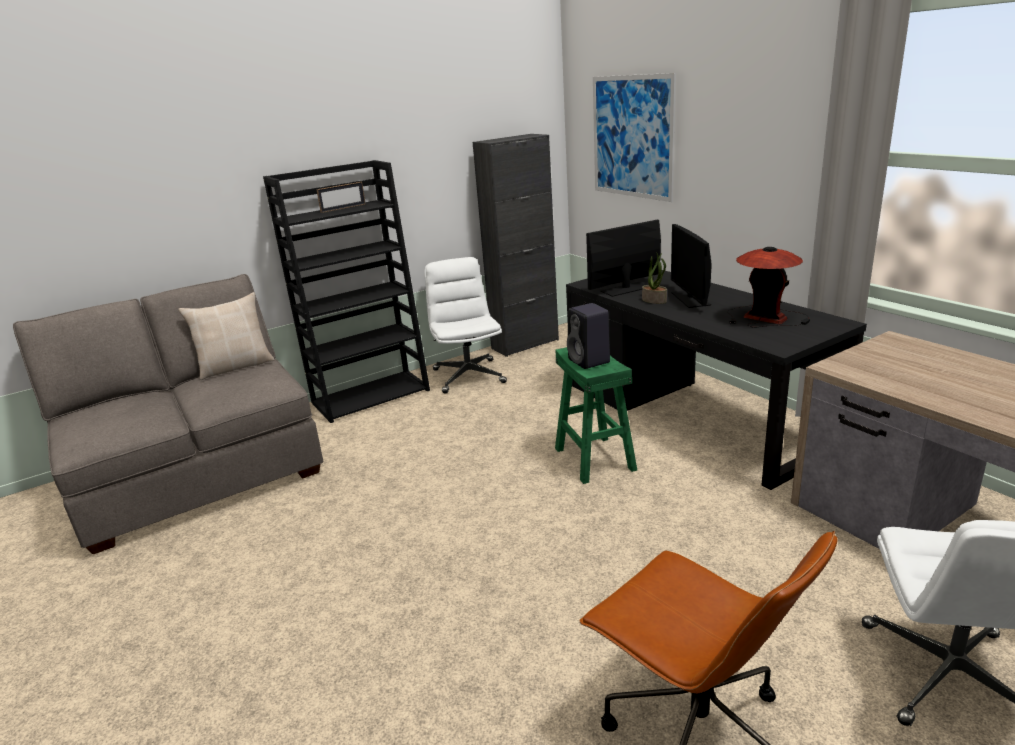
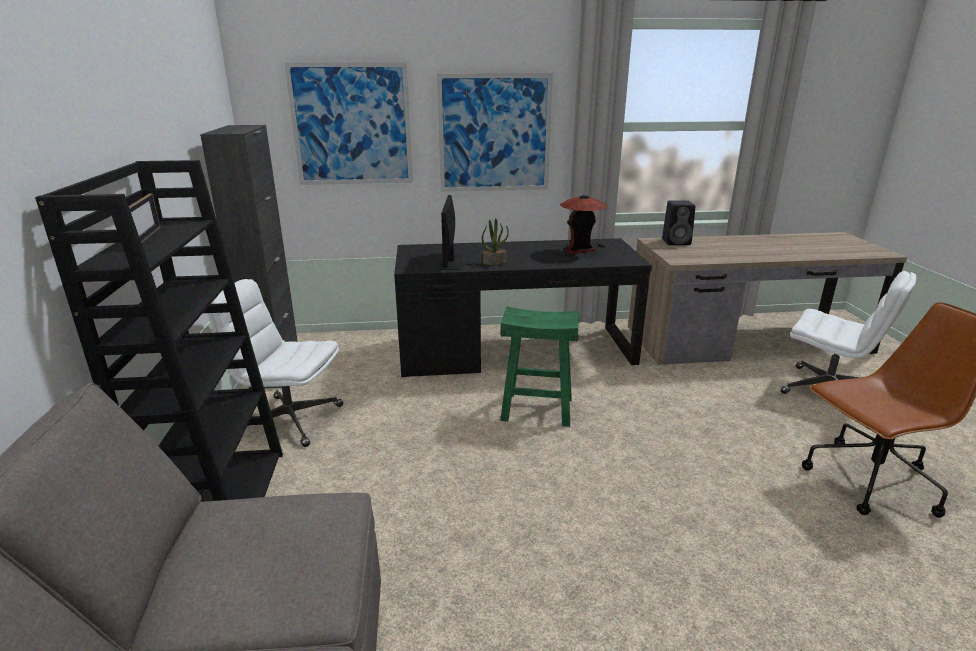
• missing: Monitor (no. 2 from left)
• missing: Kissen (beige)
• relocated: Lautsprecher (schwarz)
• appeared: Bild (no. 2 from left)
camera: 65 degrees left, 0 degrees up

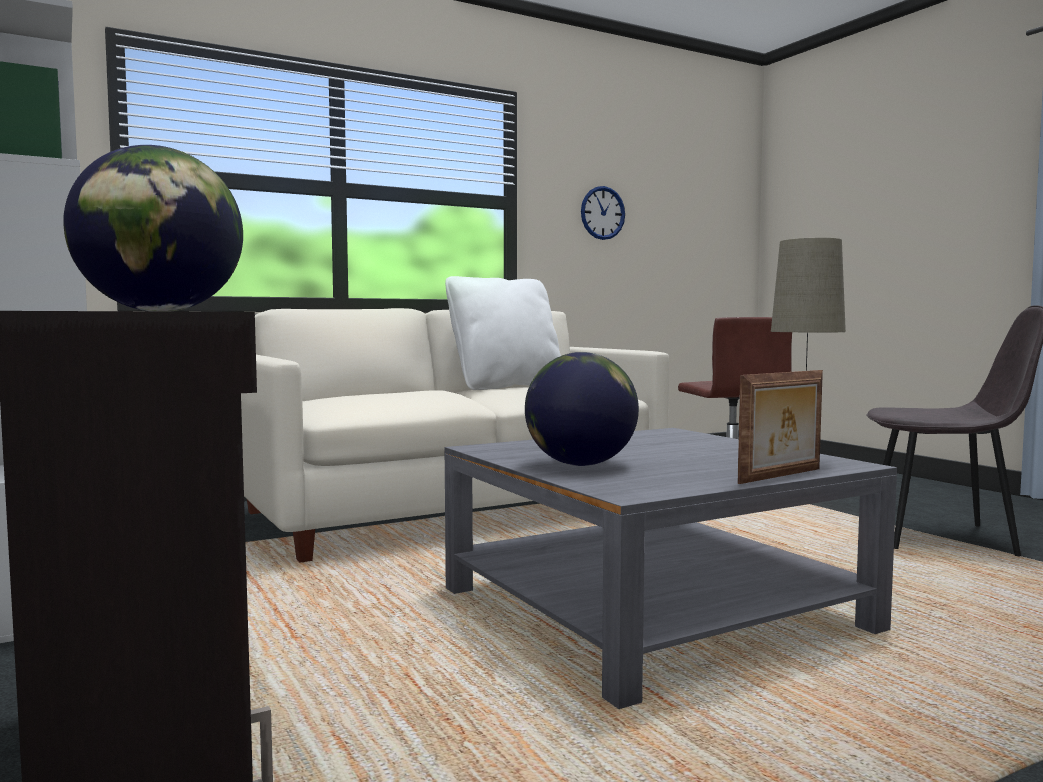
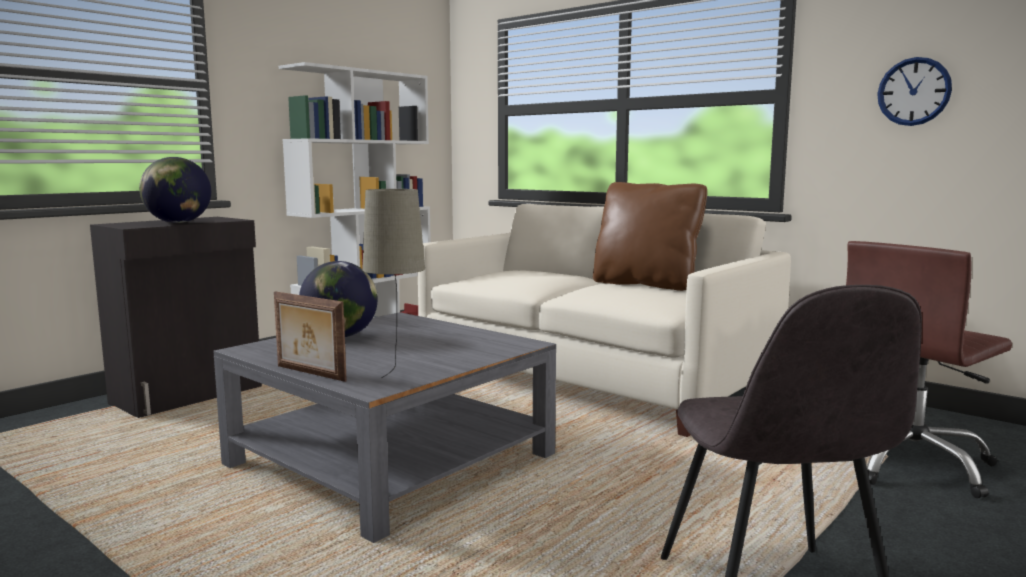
• colour: Kissen (weiß) to Kissen (braun)
camera: 70 degrees right, 5 degrees up

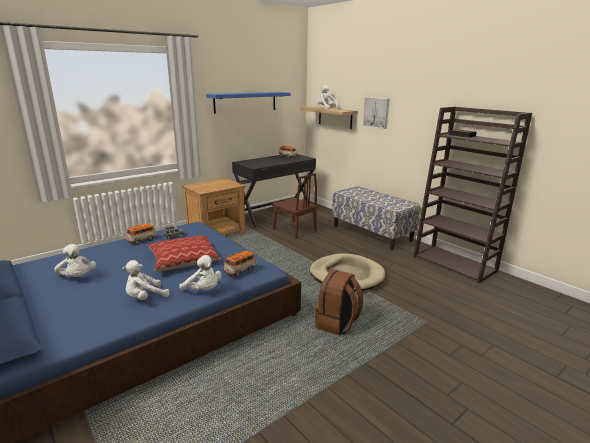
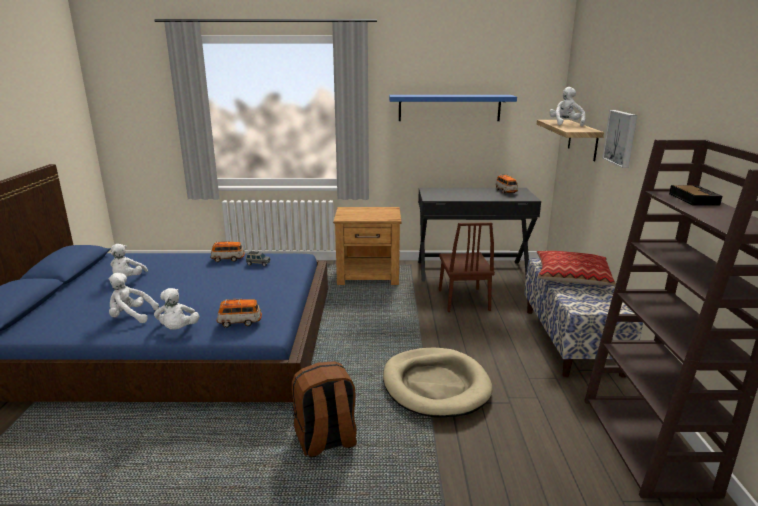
• relocated: Kissen
camera: 40 degrees right, 0 degrees up

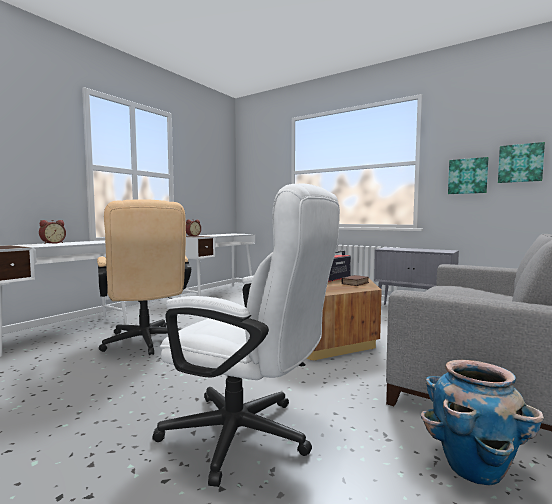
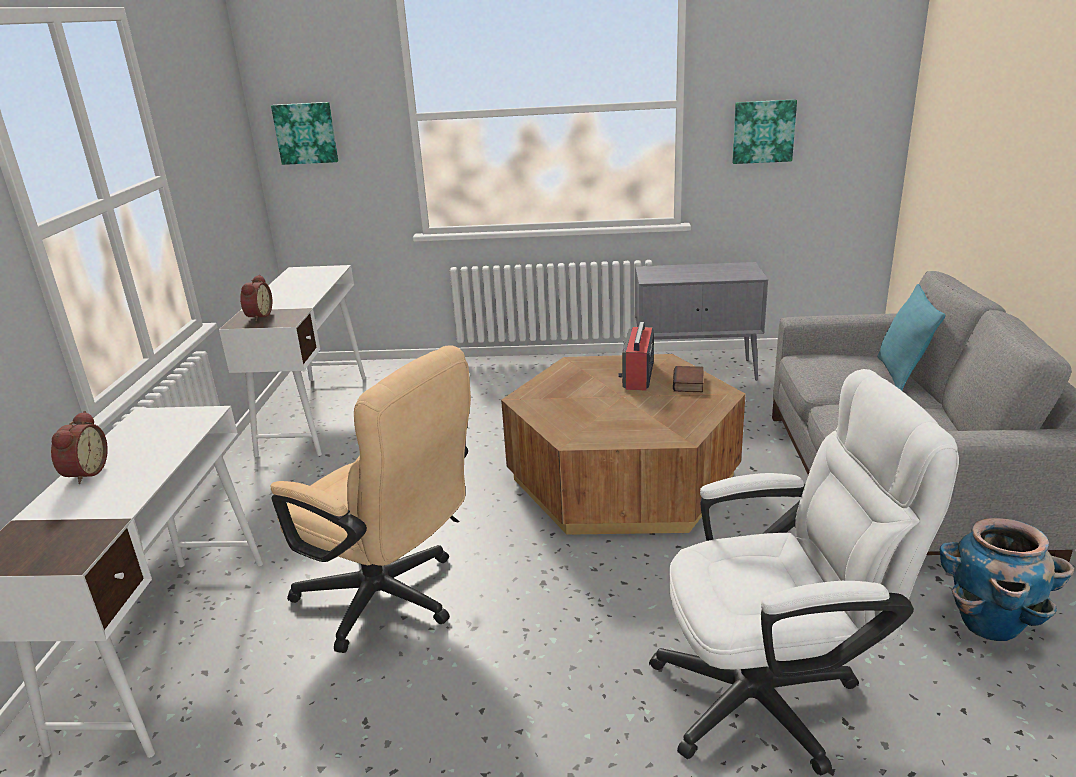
• relocated: Bild (no. 2 from left in the first image) to Bild (no. 1 from left)
• appeared: Kissen (türkis)
camera: 30 degrees left, 20 degrees up

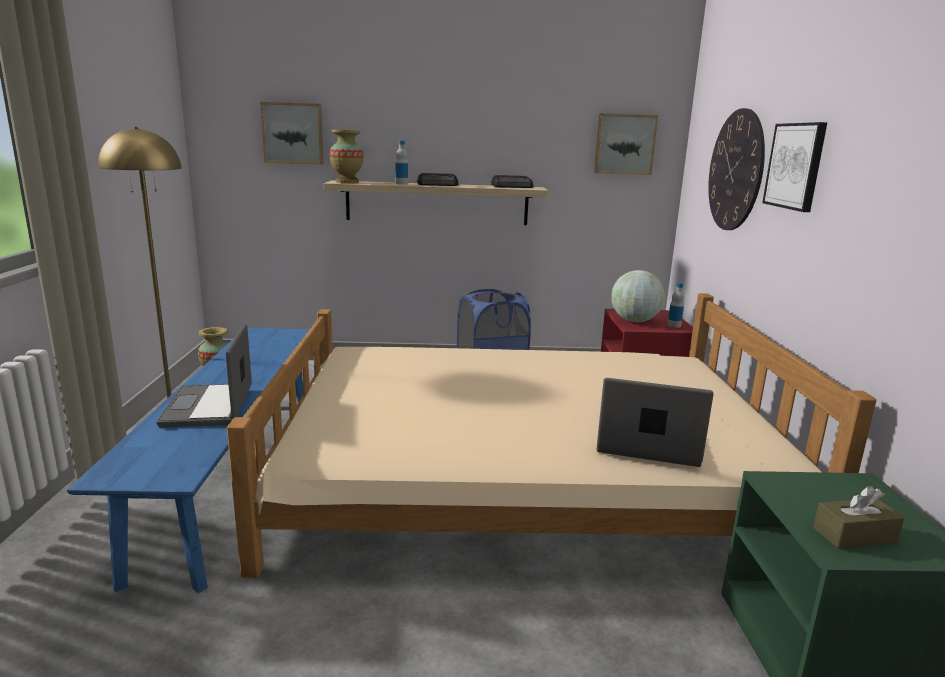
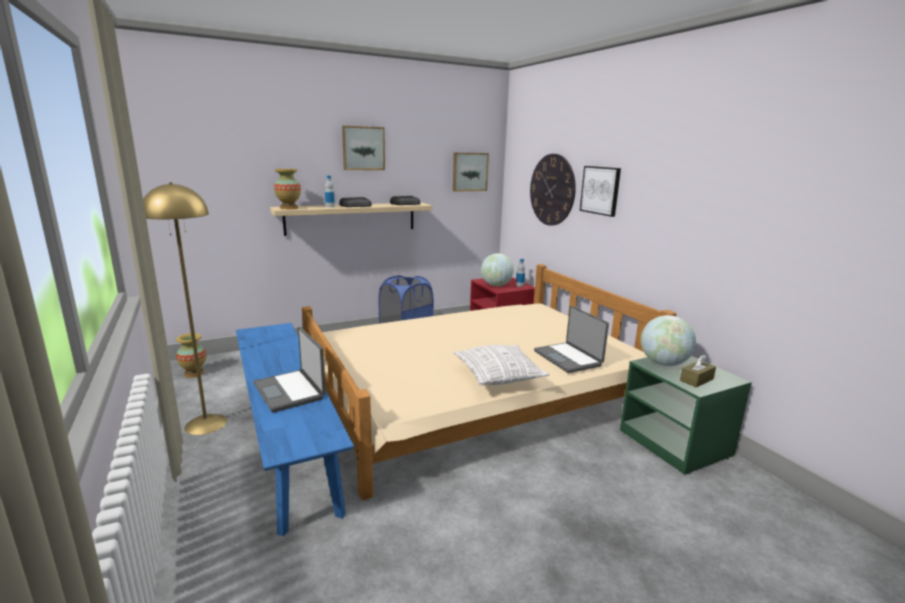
• relocated: Bild (no. 1 from left)
• spun: Laptop (no. 2 from left) 105 degrees counterclockwise
• appeared: Globus (no. 2 from left)
• appeared: Kissen
camera: 25 degrees left, 0 degrees up

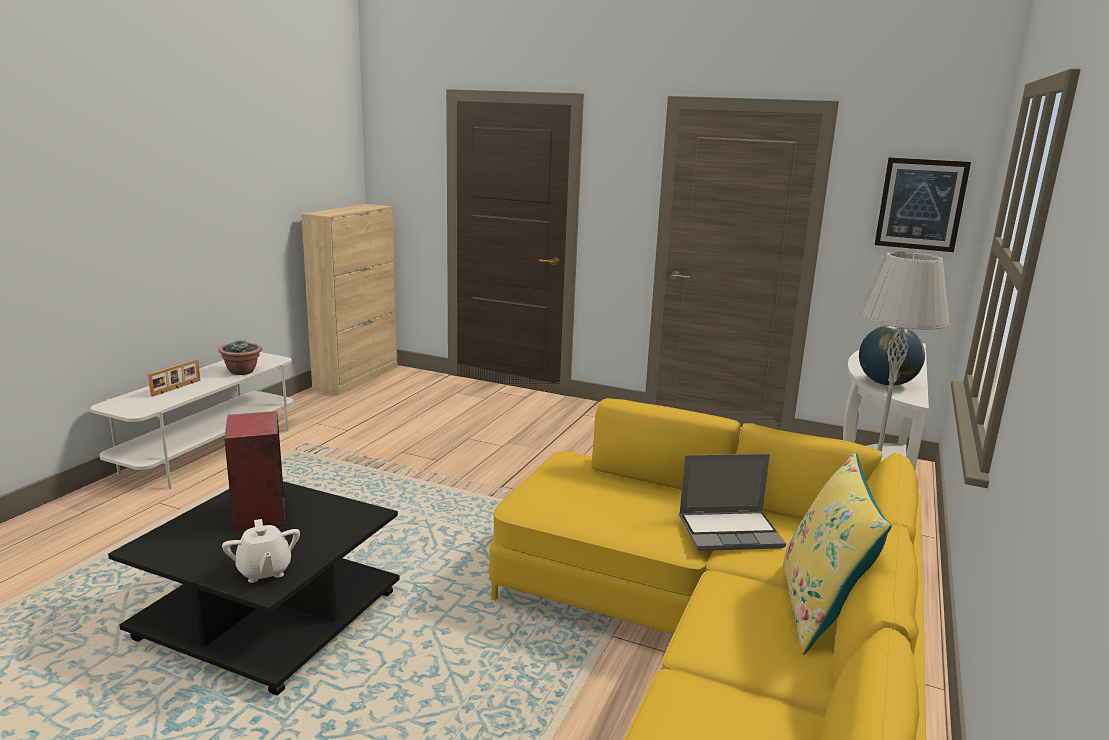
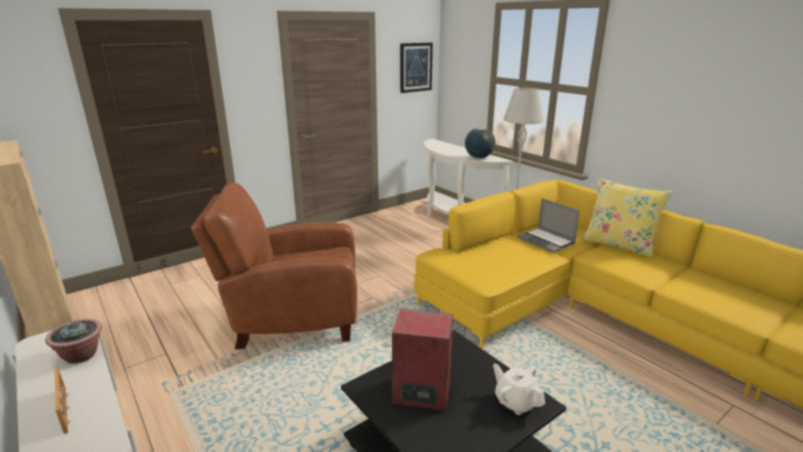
• spun: Laptop 120 degrees clockwise
• spun: Teekanne (weiß) 135 degrees counterclockwise
• appeared: Sessel (braun)
camera: 60 degrees left, 5 degrees up

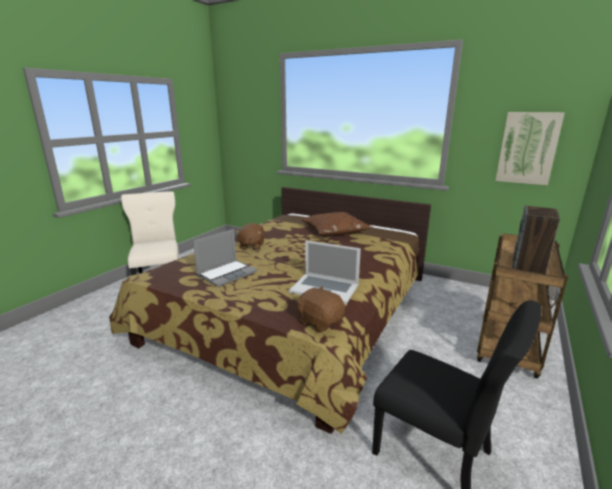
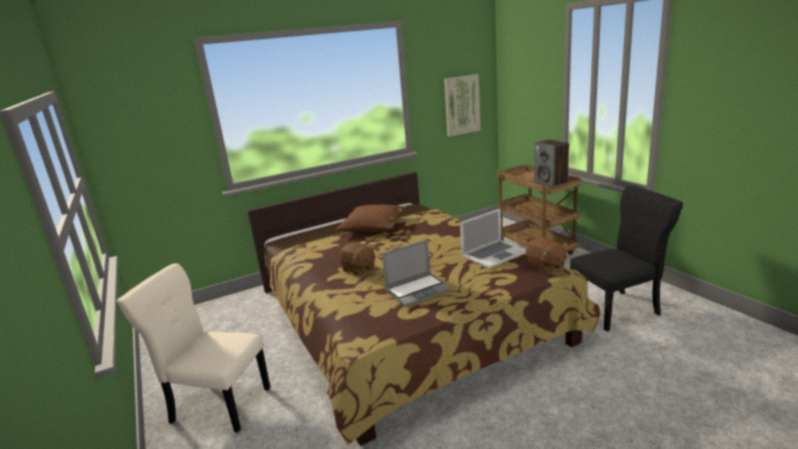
• spun: Laptop (no. 1 from left) 75 degrees clockwise
• spun: Plüschtier (braun) (no. 2 from left) 105 degrees counterclockwise
camera: 55 degrees left, 0 degrees up

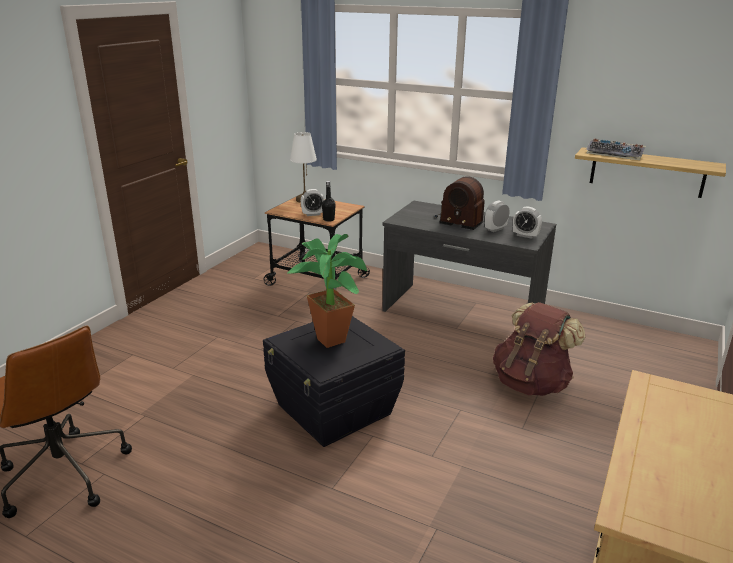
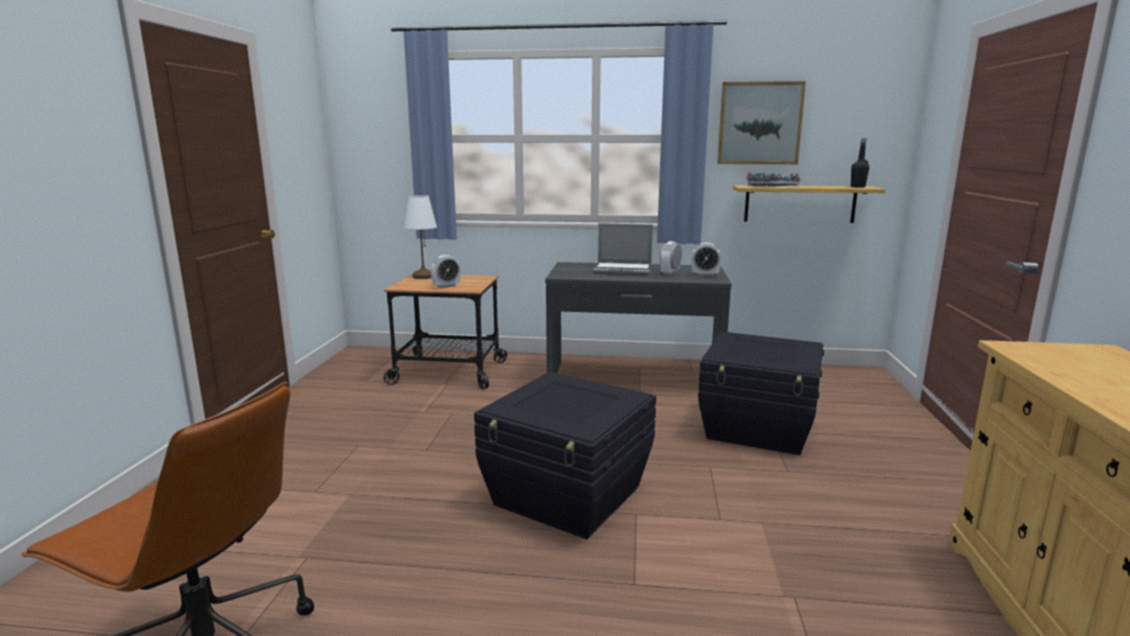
• exchanged: Radio to Laptop
• relocated: Flasche (schwarz)
• missing: Topfpflanze
• exchanged: Rucksack (braun) to Aufbewahrungsbox (schwarz) (no. 2 from left)
• appeared: Bild
camera: 20 degrees left, 10 degrees down

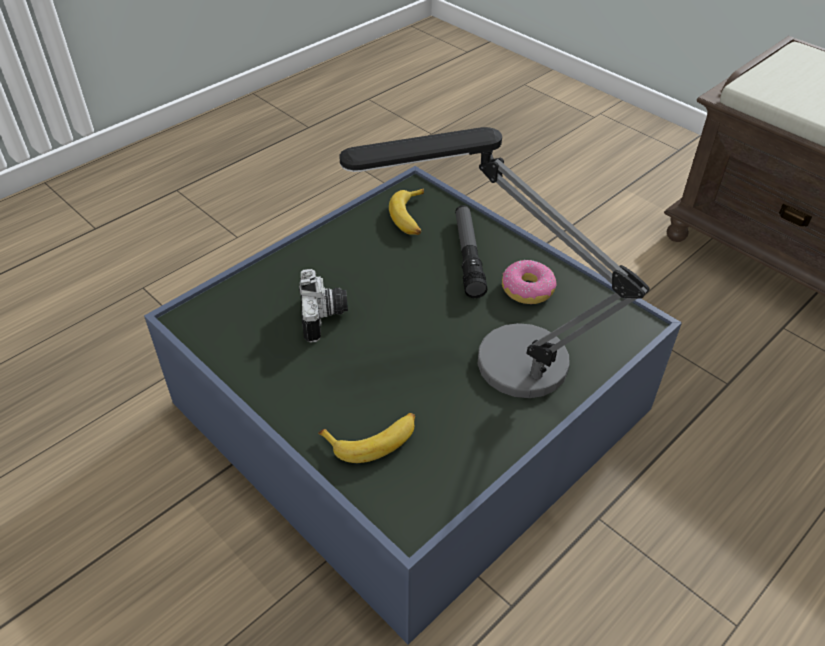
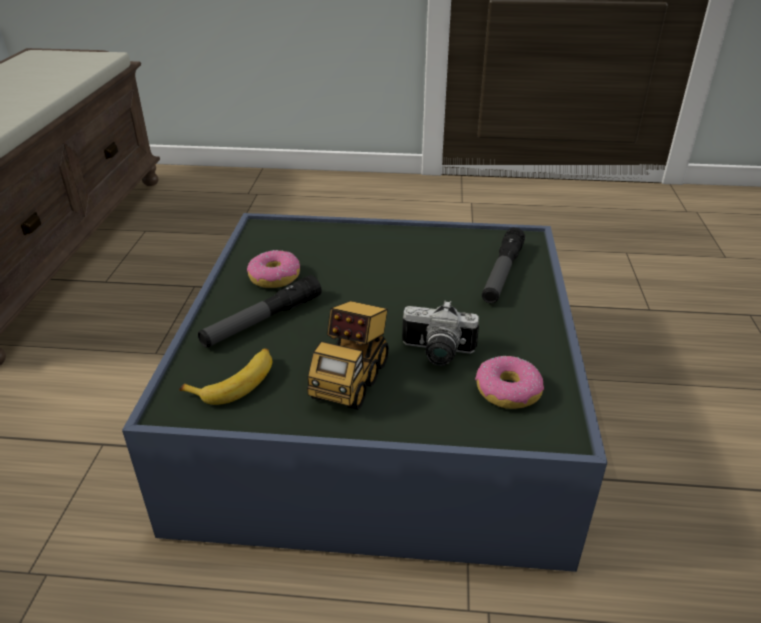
• missing: Tischlampe
• spun: Kamera 120 degrees counterclockwise
• exchanged: Banane (no. 1 from left) to Taschenlampe (no. 2 from left)
• appeared: Spielzeuglaster
• appeared: Donut (no. 2 from left)
camera: 130 degrees left, 10 degrees down

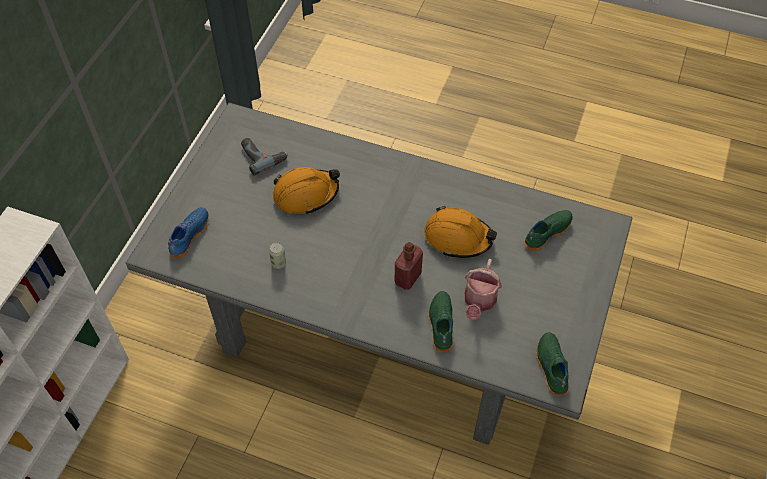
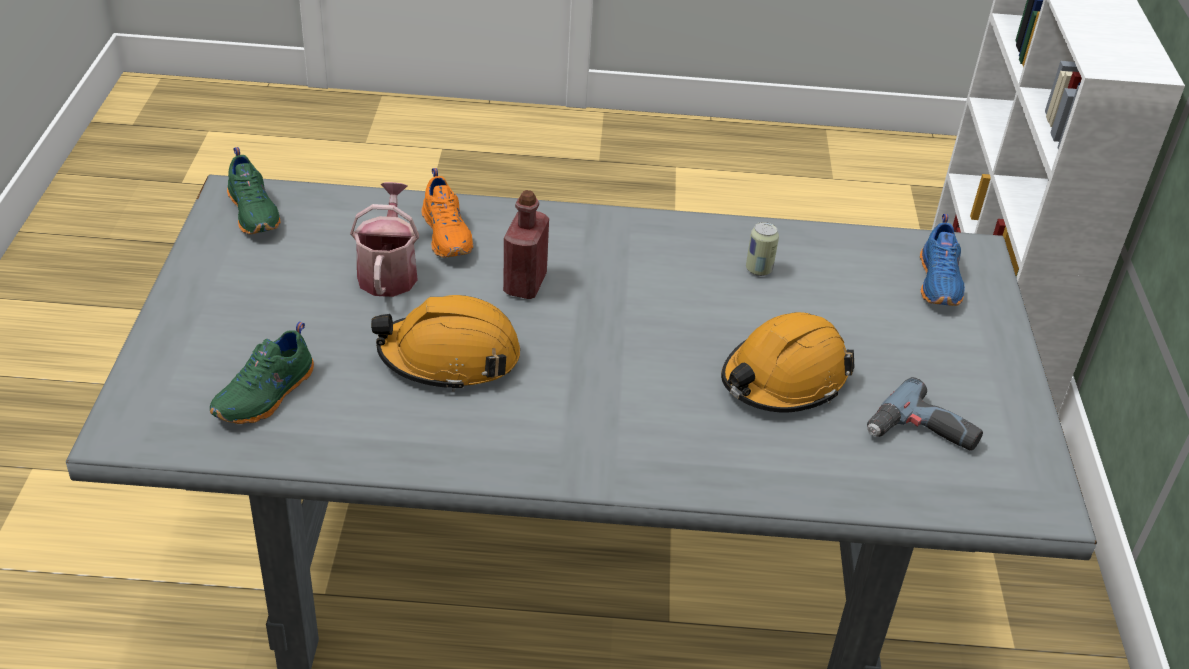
• colour: Schuh (grün) (no. 1 from left) to Schuh (orange)
camera: 160 degrees right, 15 degrees down

